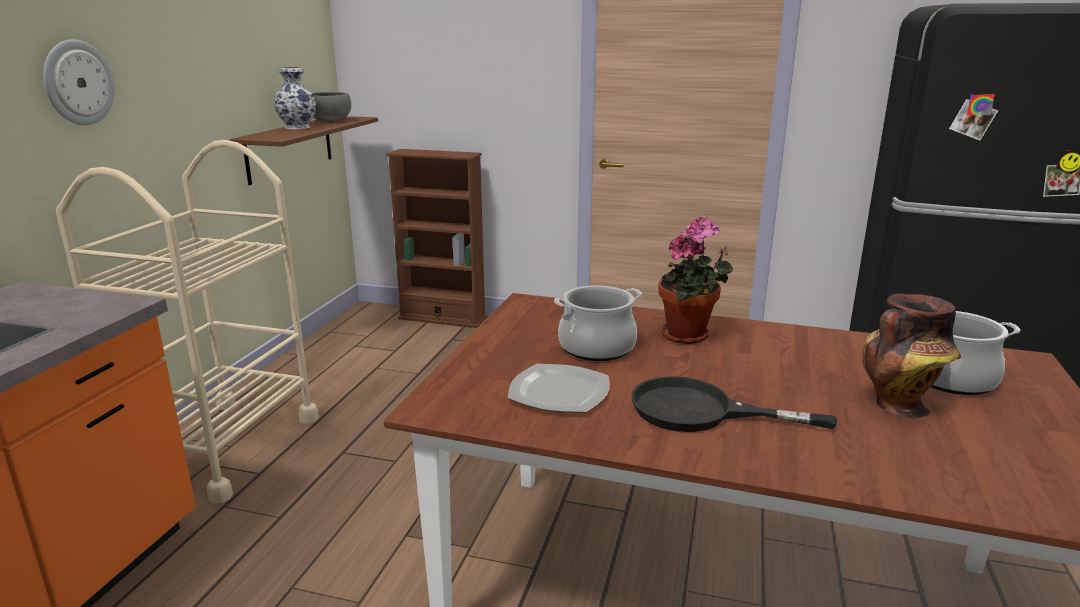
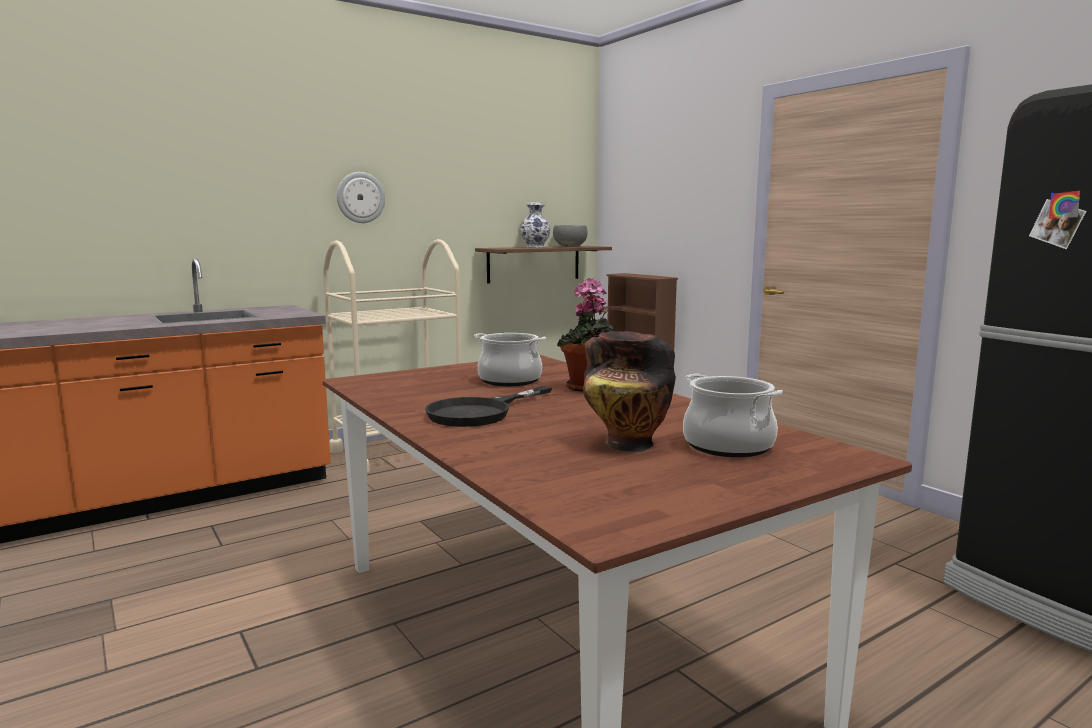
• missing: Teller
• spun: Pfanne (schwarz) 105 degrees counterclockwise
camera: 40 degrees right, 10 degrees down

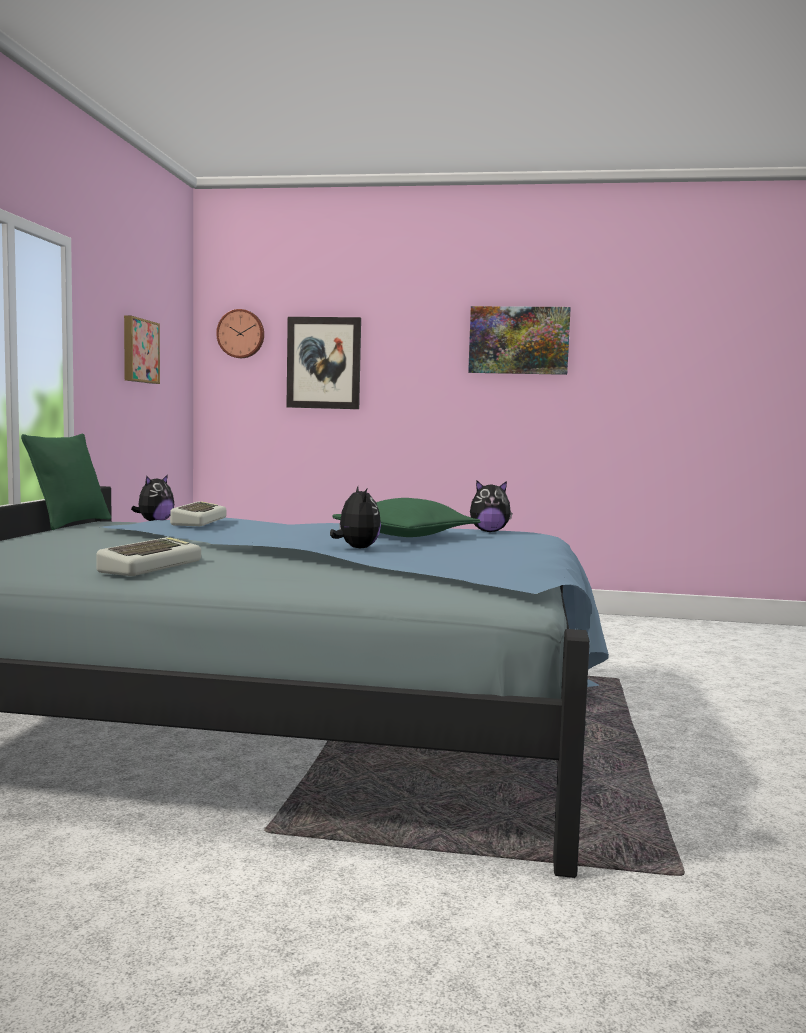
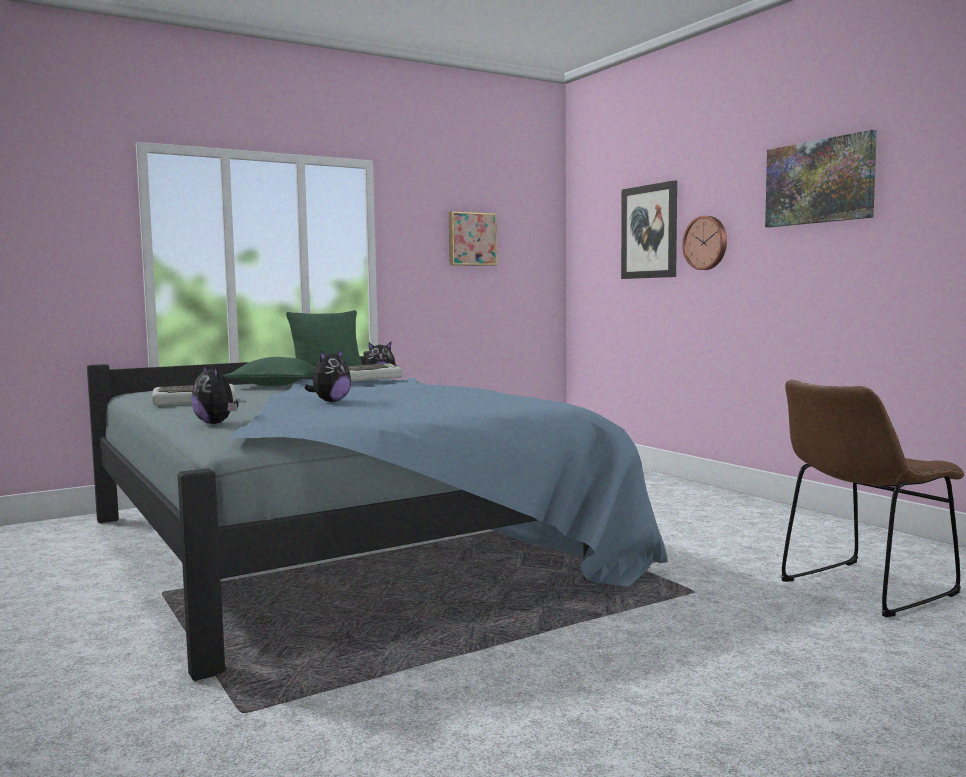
• relocated: Wanduhr
• relocated: Plüschtier (no. 3 from left in the first image) to Plüschtier (no. 1 from left)
• relocated: Kissen (grün) (no. 2 from left in the first image) to Kissen (grün) (no. 1 from left)
• appeared: Stuhl (braun)
camera: 50 degrees right, 0 degrees up

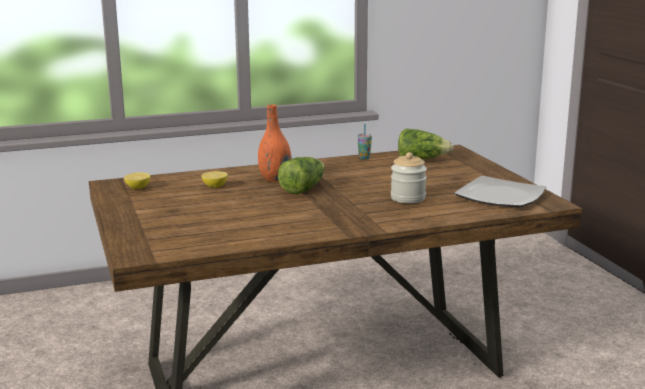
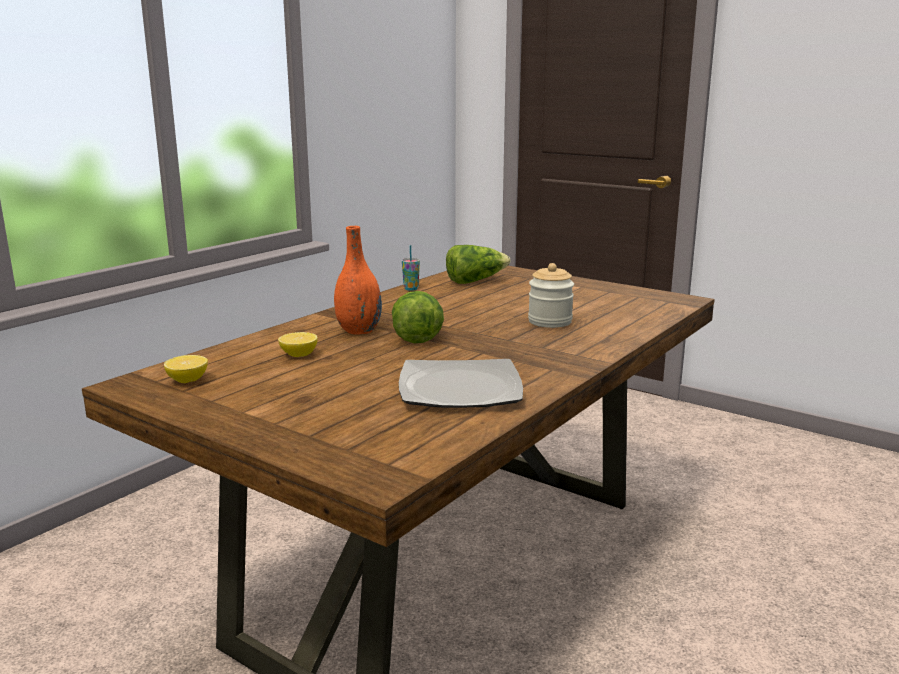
• relocated: Teller
camera: 35 degrees left, 0 degrees up

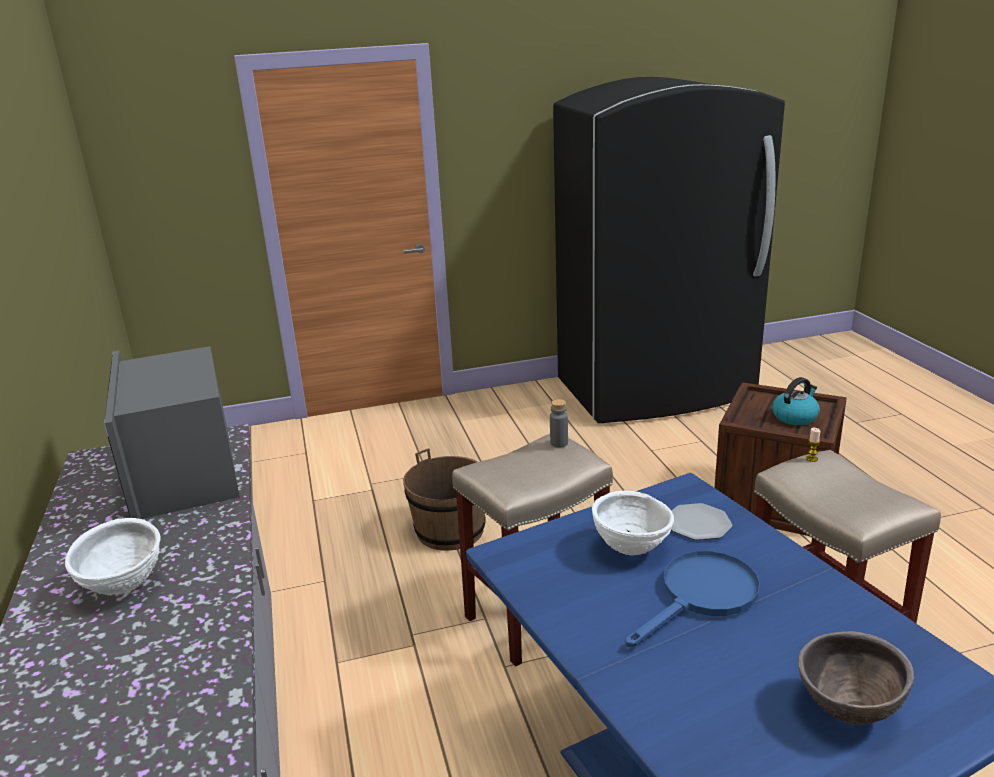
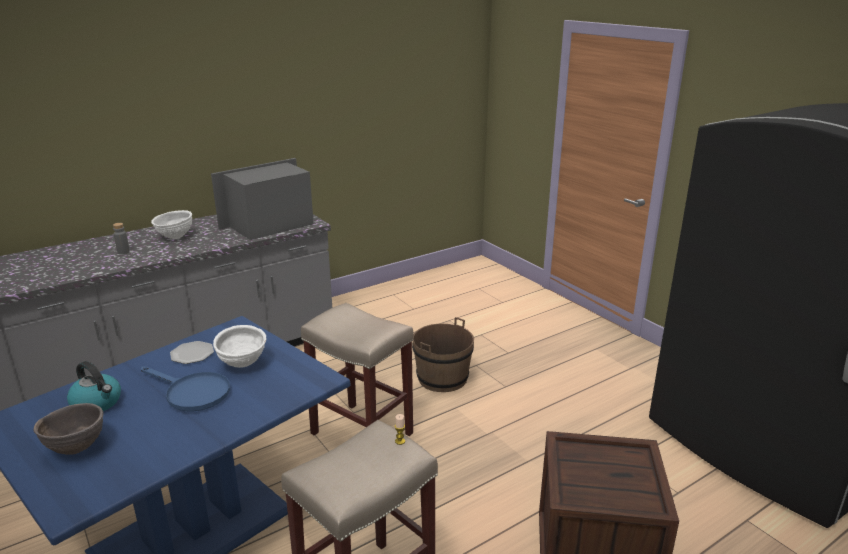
• relocated: Wasserkessel
• relocated: Flasche (grau)
• relocated: Teller
camera: 70 degrees right, 0 degrees up

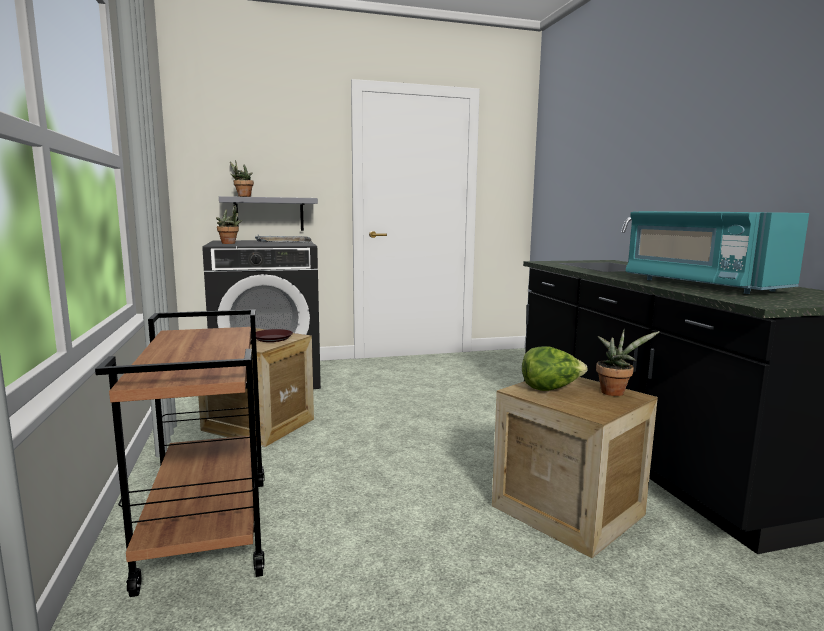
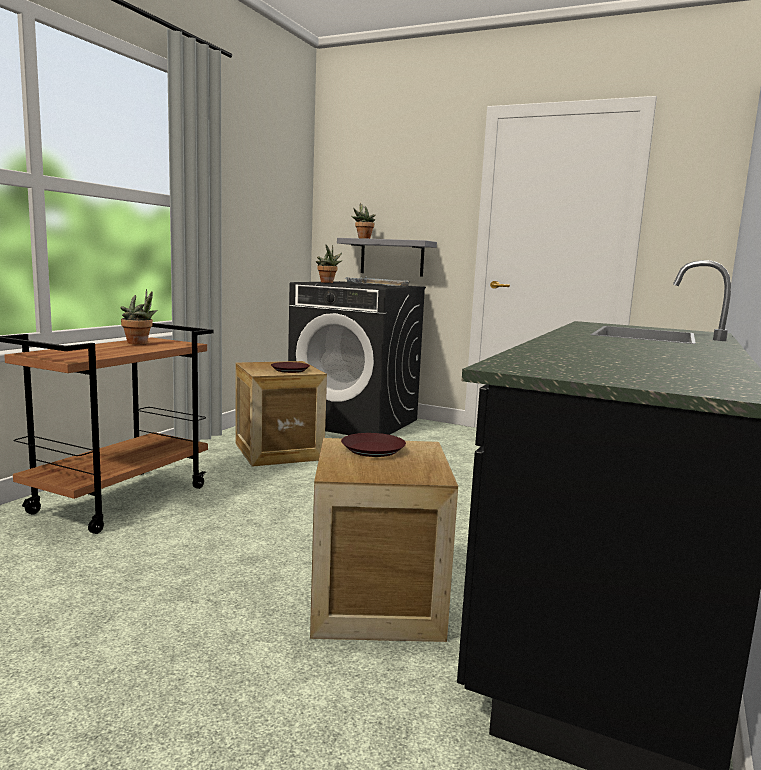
• missing: Mikrowelle (türkis)
• relocated: Topfpflanze (no. 3 from left in the first image) to Topfpflanze (no. 1 from left)
• exchanged: Salatkopf to Teller (braun) (no. 2 from left)
camera: 40 degrees right, 0 degrees up

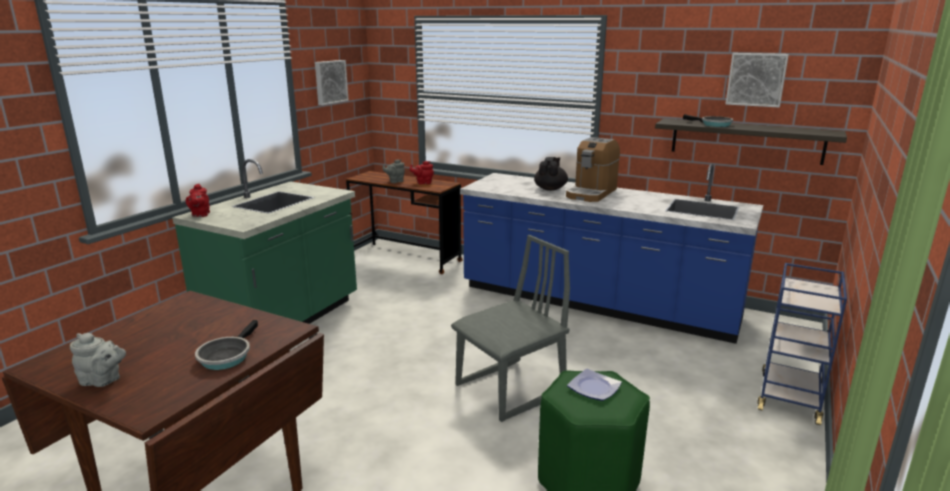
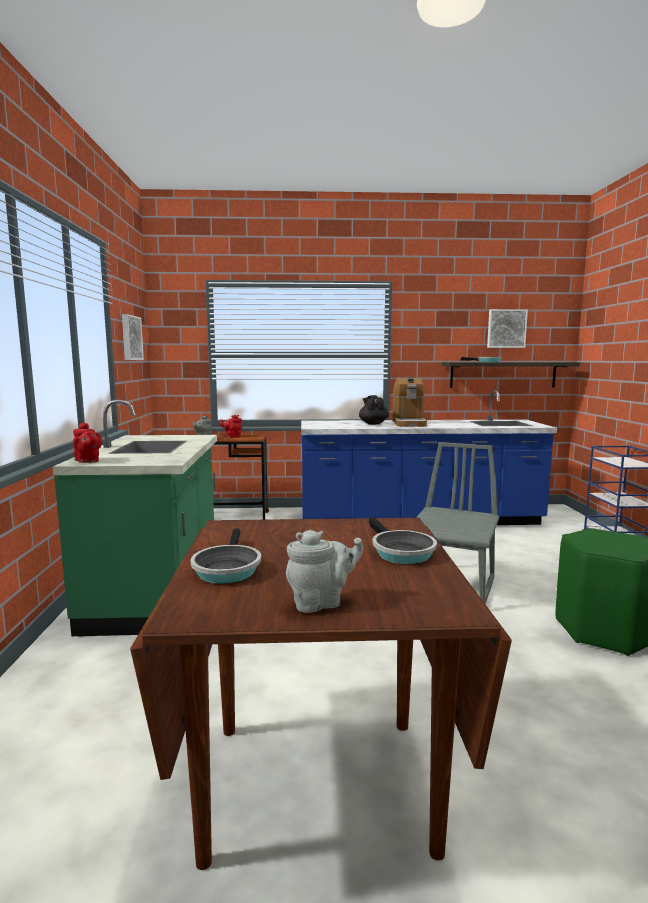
• missing: Teller
• appeared: Pfanne (no. 1 from left)
camera: 30 degrees left, 10 degrees down

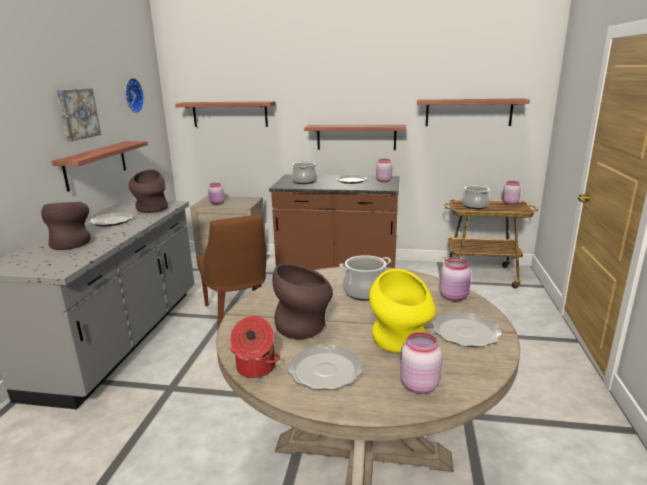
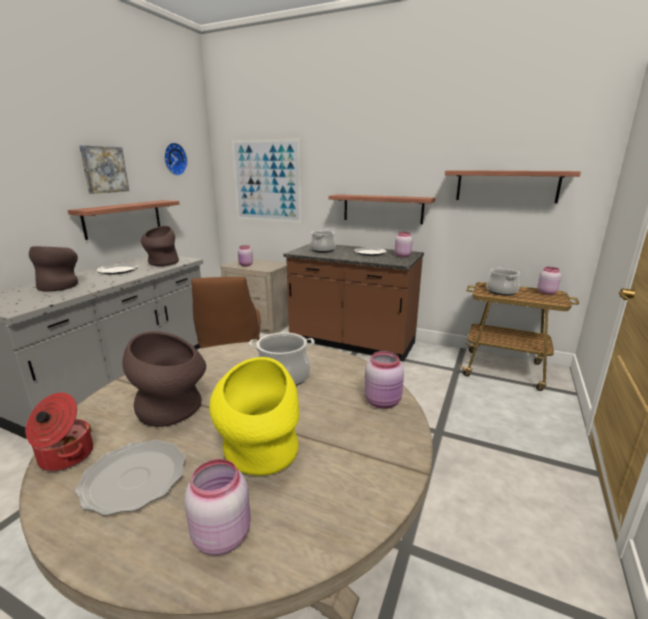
• exchanged: Wandregal (no. 2 from left) to Bild (no. 2 from left)
• missing: Teller (no. 4 from left)
camera: 15 degrees right, 0 degrees up

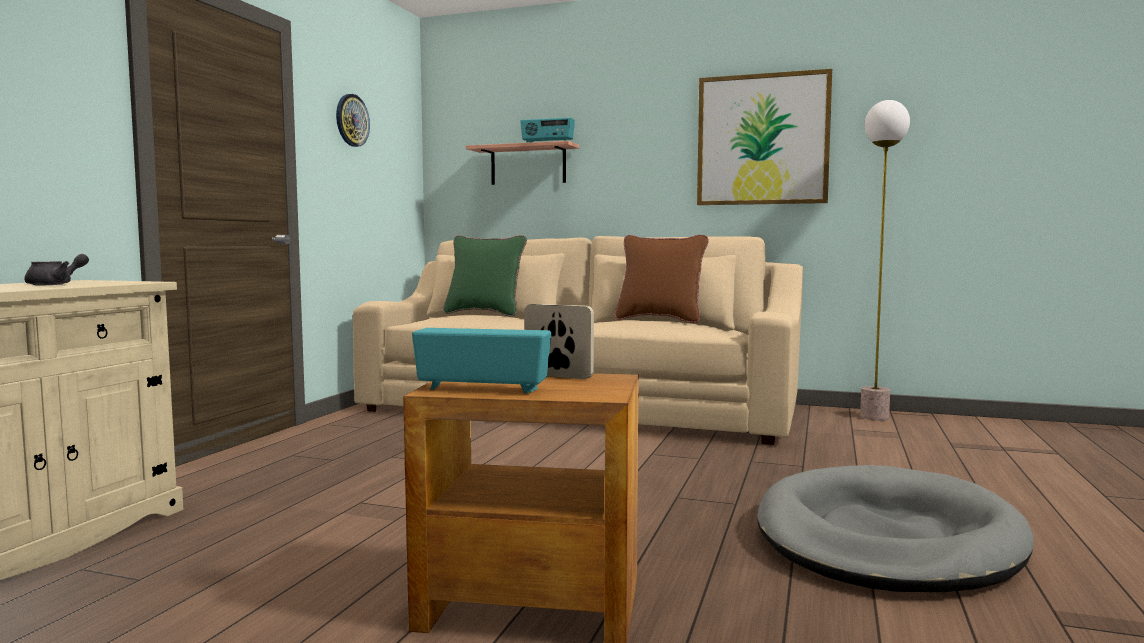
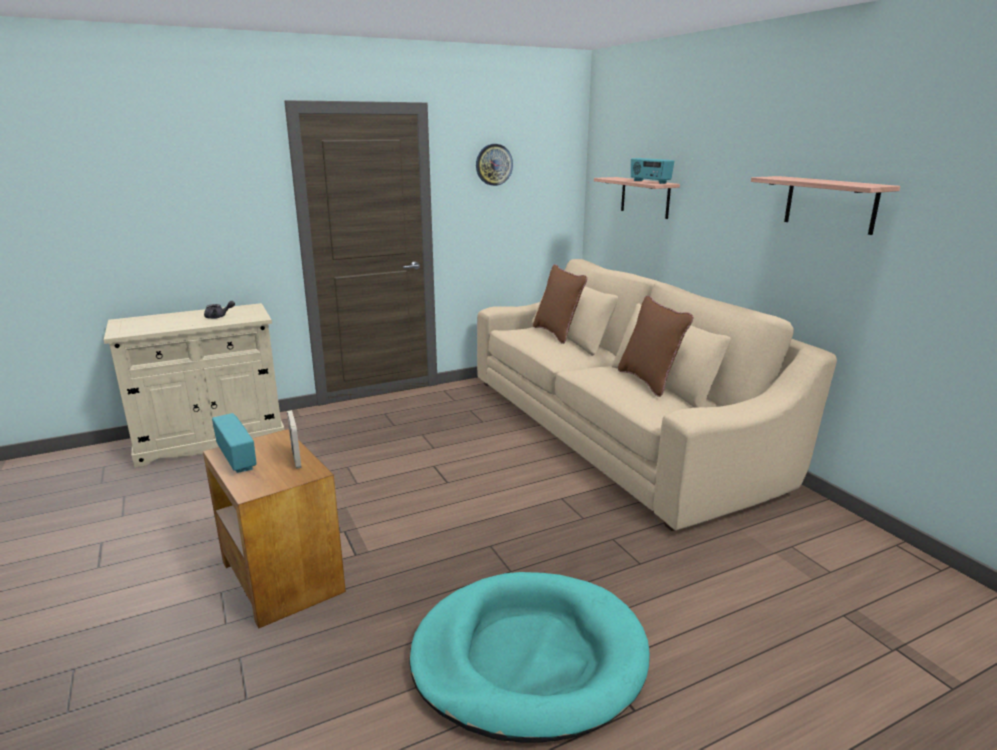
• exchanged: Bild to Wandregal (no. 2 from left)
• missing: Stehlampe
• colour: Kissen (grün) to Kissen (braun) (no. 1 from left)
• colour: Hundebett (grau) to Hundebett (türkis)
camera: 45 degrees right, 15 degrees up

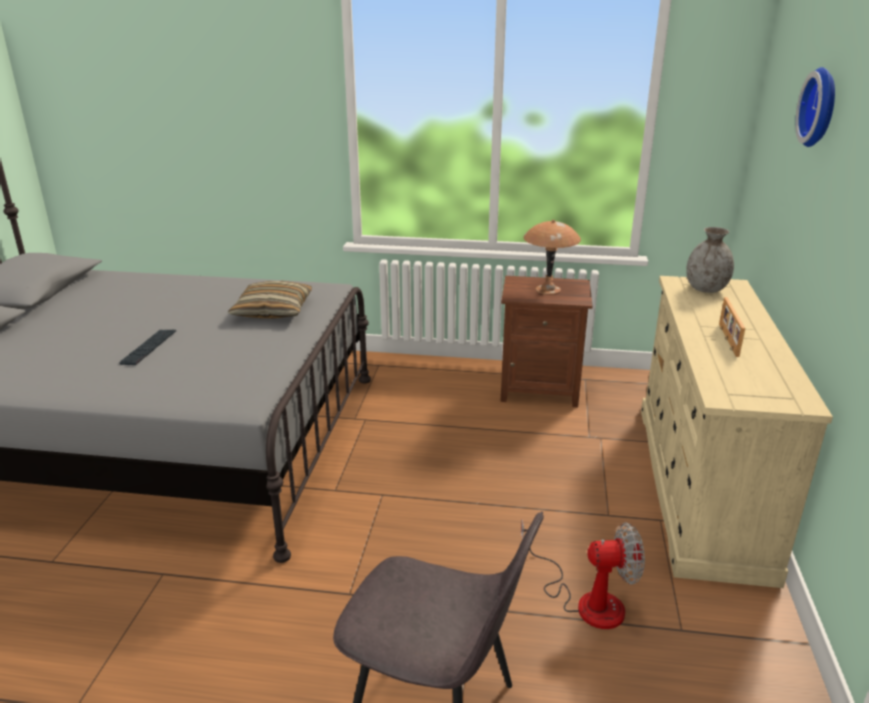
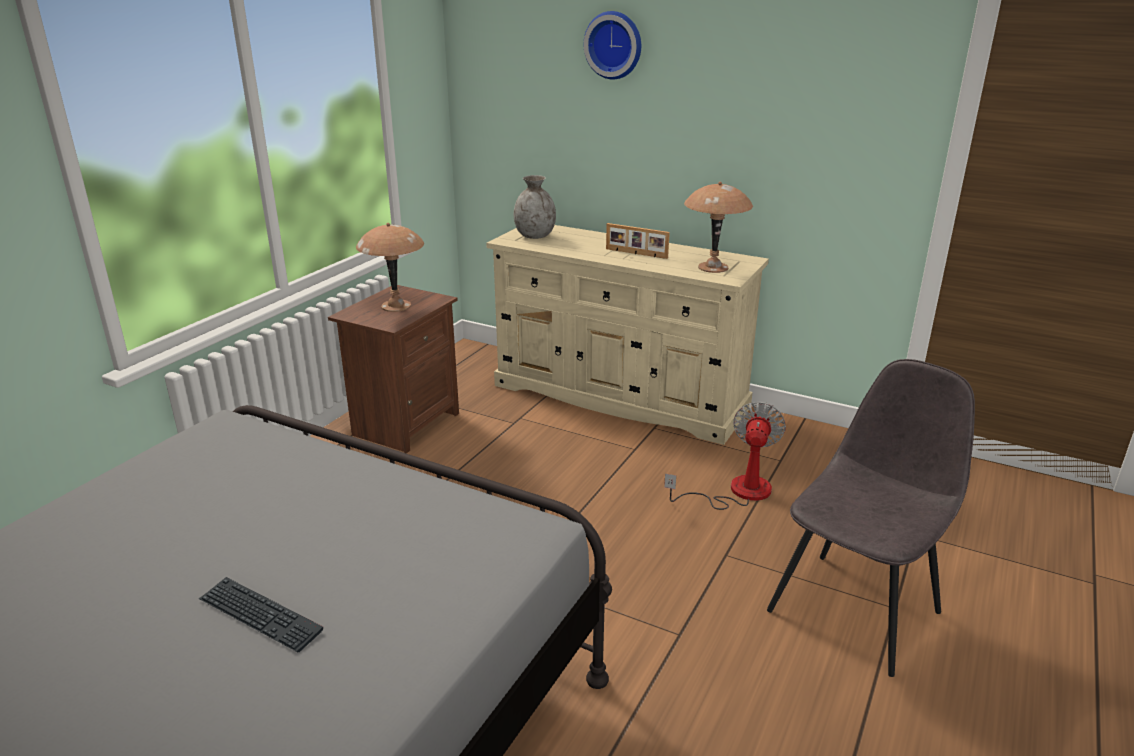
• missing: Kissen
• appeared: Tischlampe (braun) (no. 2 from left)
camera: 70 degrees left, 0 degrees up

